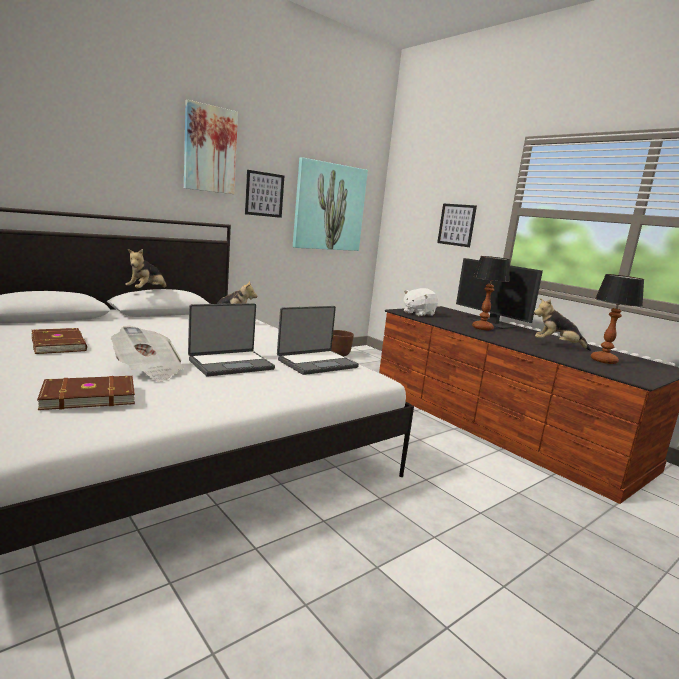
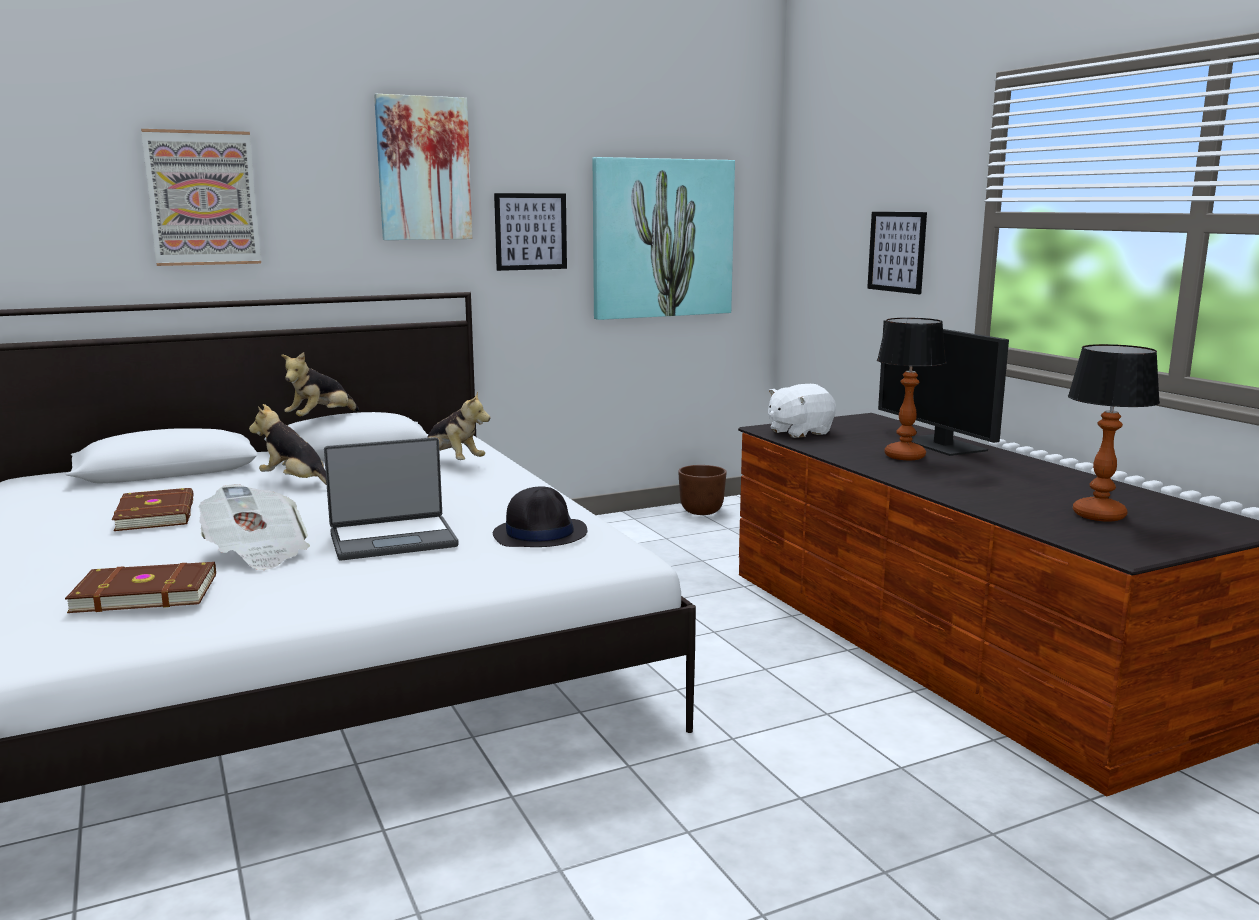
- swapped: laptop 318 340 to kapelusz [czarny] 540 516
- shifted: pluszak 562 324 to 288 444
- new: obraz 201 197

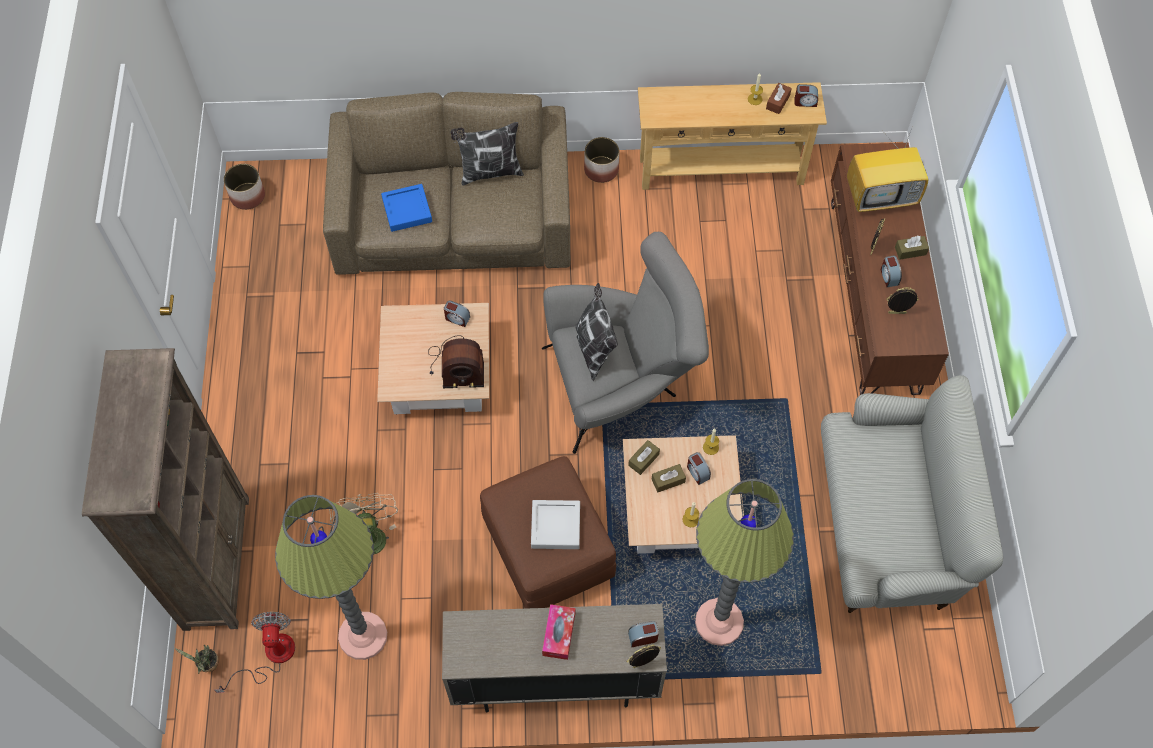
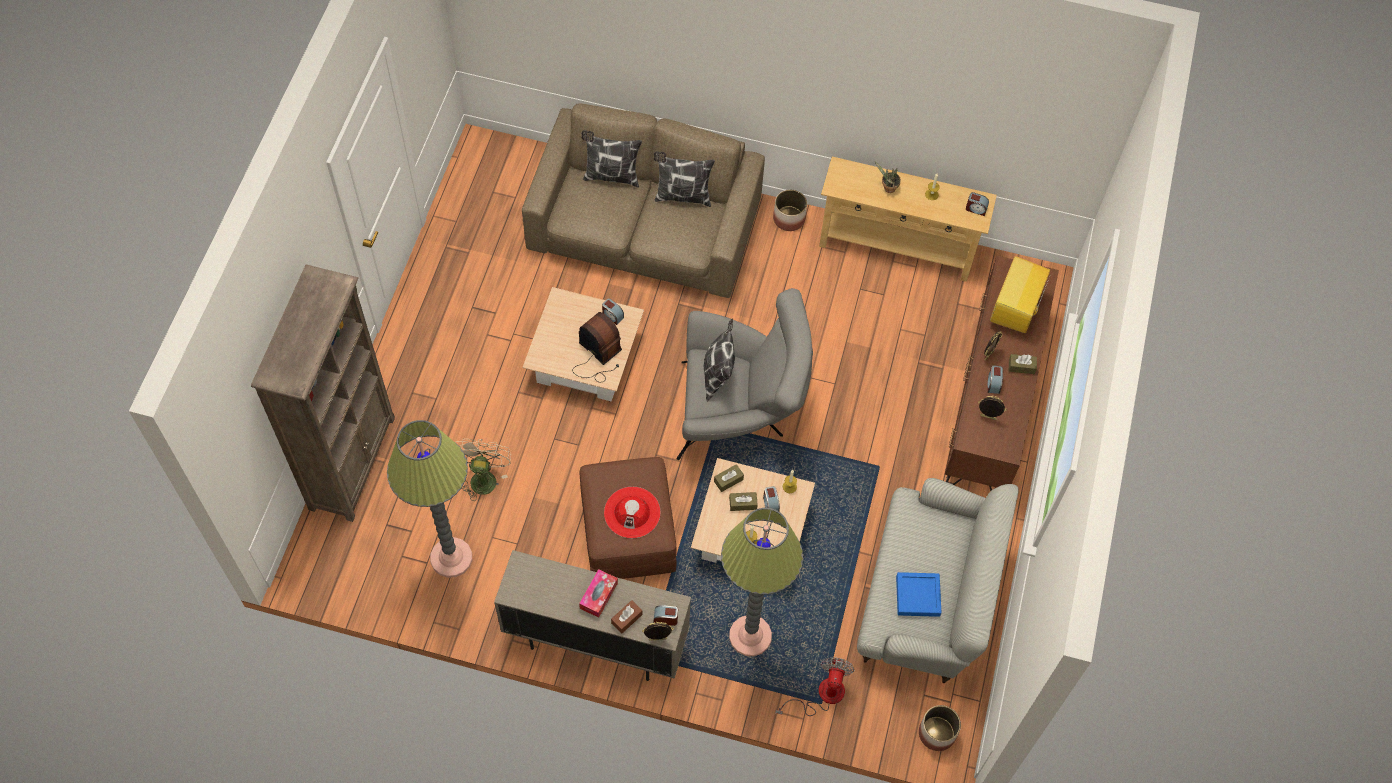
- shifted: roślina doniczkowa 196 659 to 887 176
- shifted: wentylator 254 652 to 814 686
- shifted: donica 244 187 to 940 728
- shifted: taca [niebieski] 406 208 to 919 594
- rotated: radio 456 361 = 597 347 150 degrees counterclockwise
- swapped: taca [szary] 555 524 to kapelusz [czerwony] 632 512
- shifted: pudełko chusteczek [brązowy] 779 98 to 626 617
- rotated: telewizor 888 170 = 1020 294 105 degrees clockwise
- new: poduszka 611 158

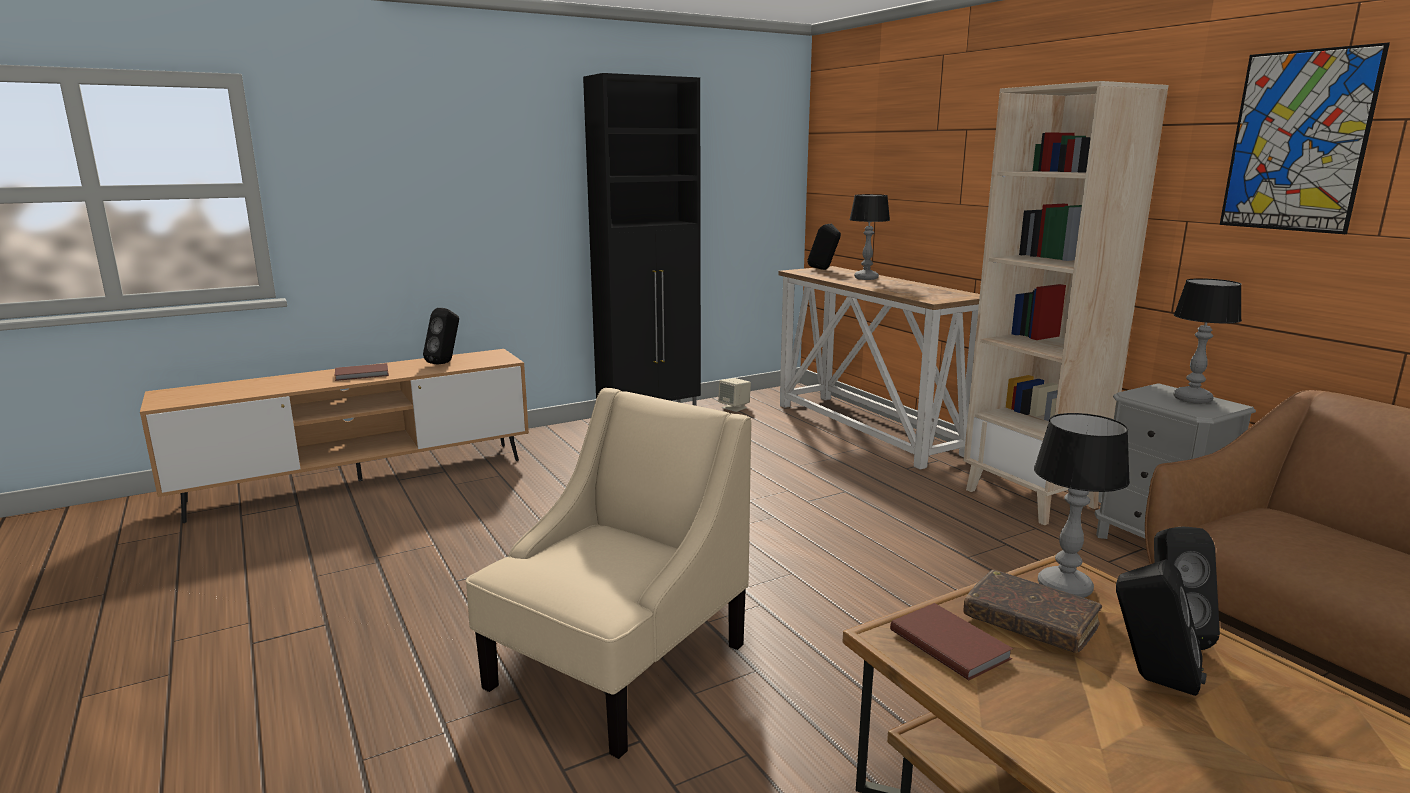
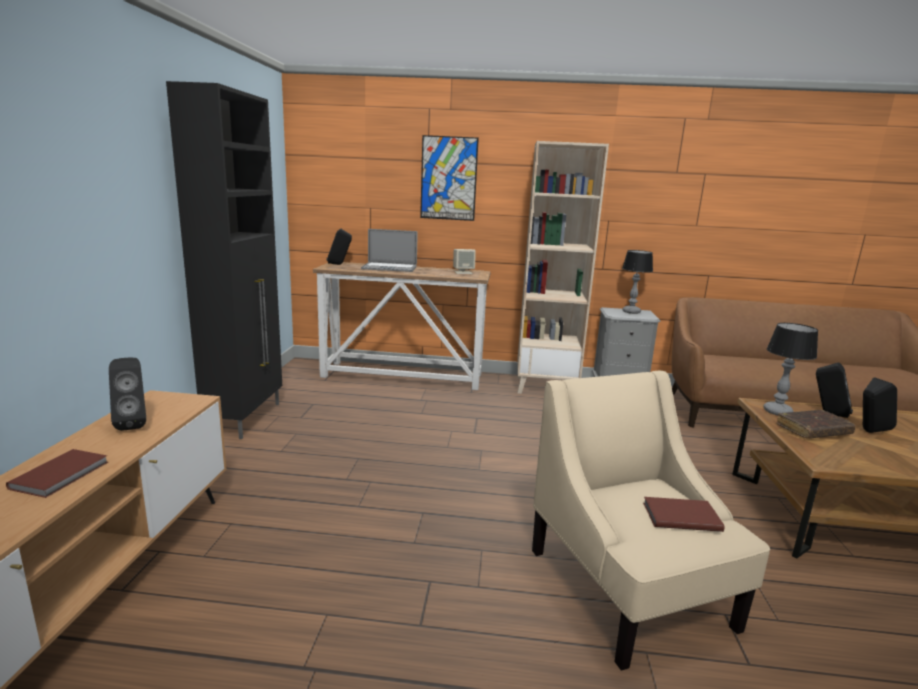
- shifted: głośnik [beżowy] 734 395 to 464 261
- swapped: lampa stołowa 869 237 to laptop 389 250
- shifted: książka [brązowy] 951 641 to 684 514
- shifted: obraz 1305 138 to 449 178

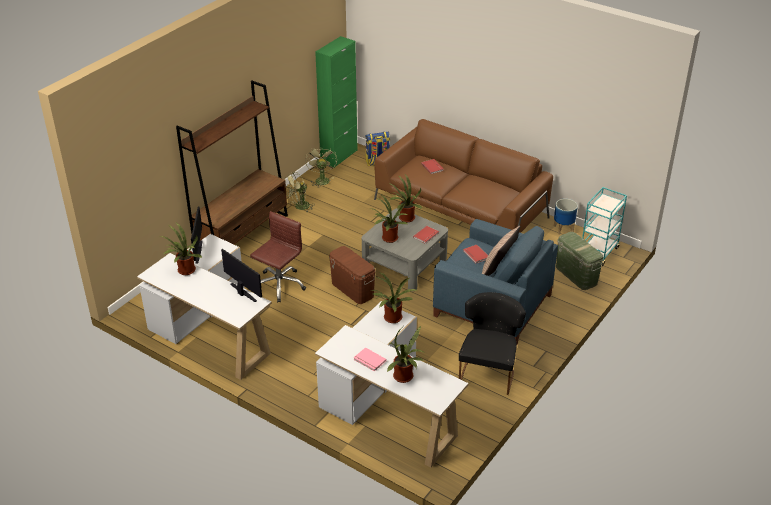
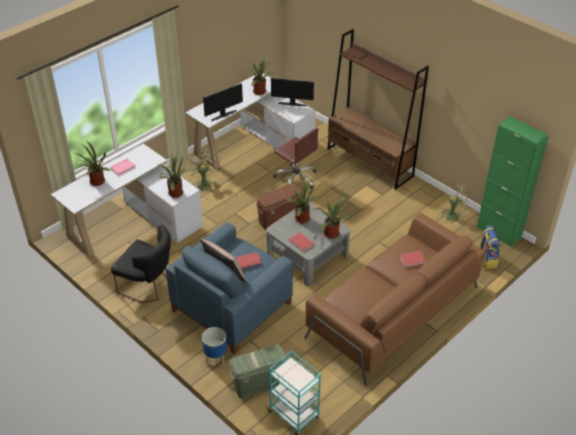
- shifted: wentylator [zielony] 299 192 to 201 172
- shifted: donica 566 217 to 214 346

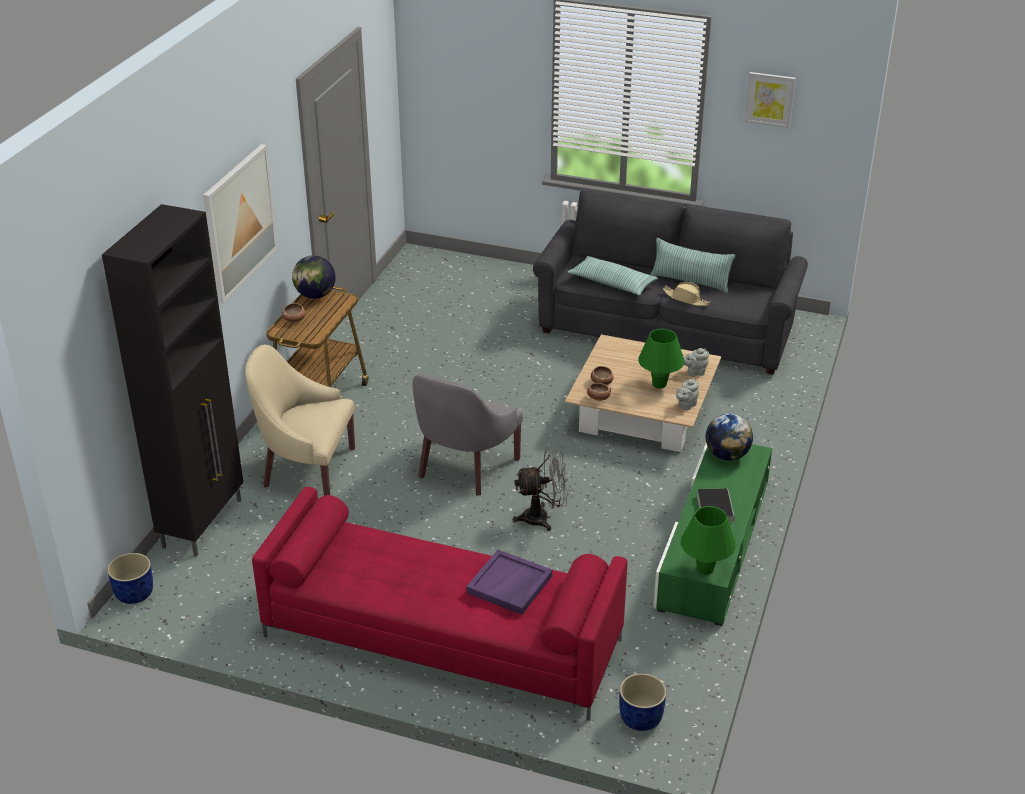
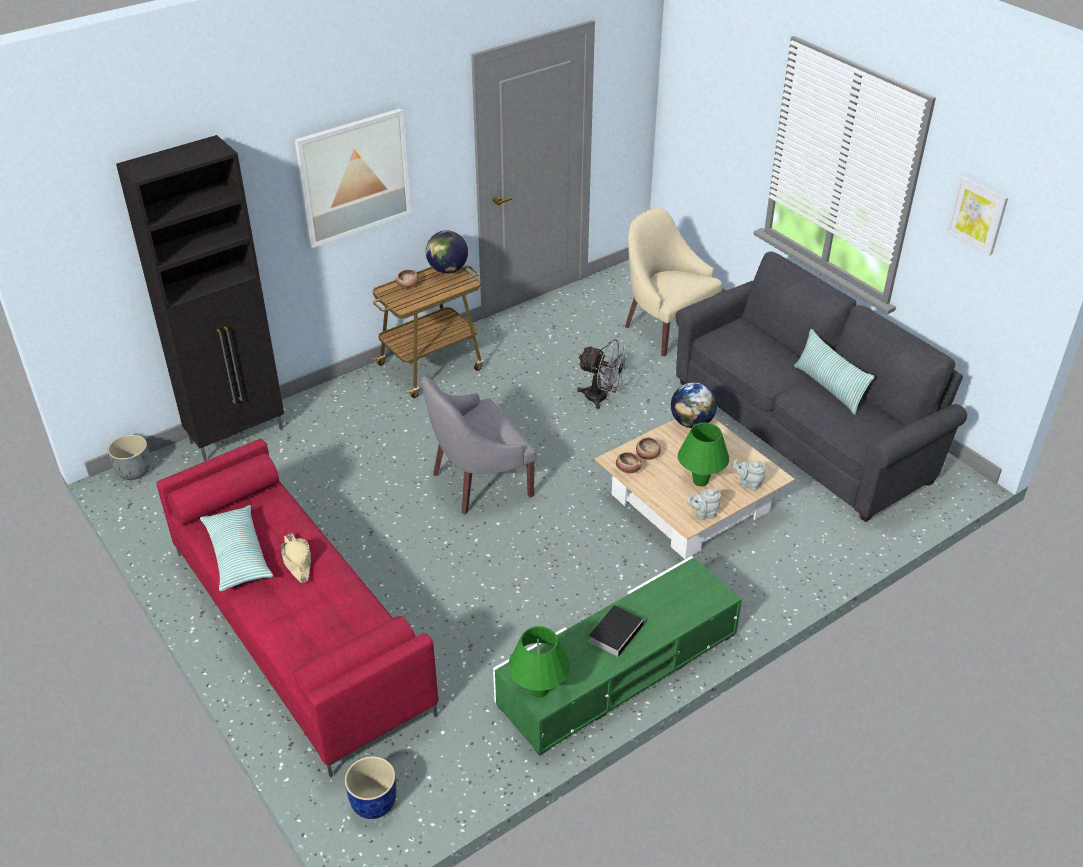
- repainted: donica [niebieski] 130 578 to donica [szary] 129 457
- shifted: fotel [beżowy] 300 420 to 673 282
- gone: taca [fioletowy] 509 582
- shifted: wentylator [szary] 540 490 to 603 374
- shifted: poduszka 613 275 to 236 548
- shifted: kapelusz [beżowy] 687 294 to 296 558
- shifted: globus 729 437 to 694 405

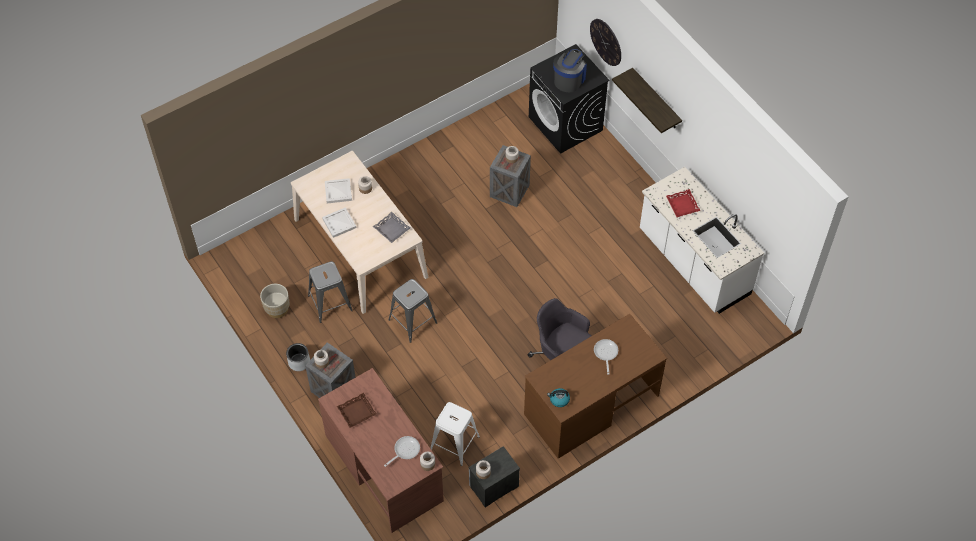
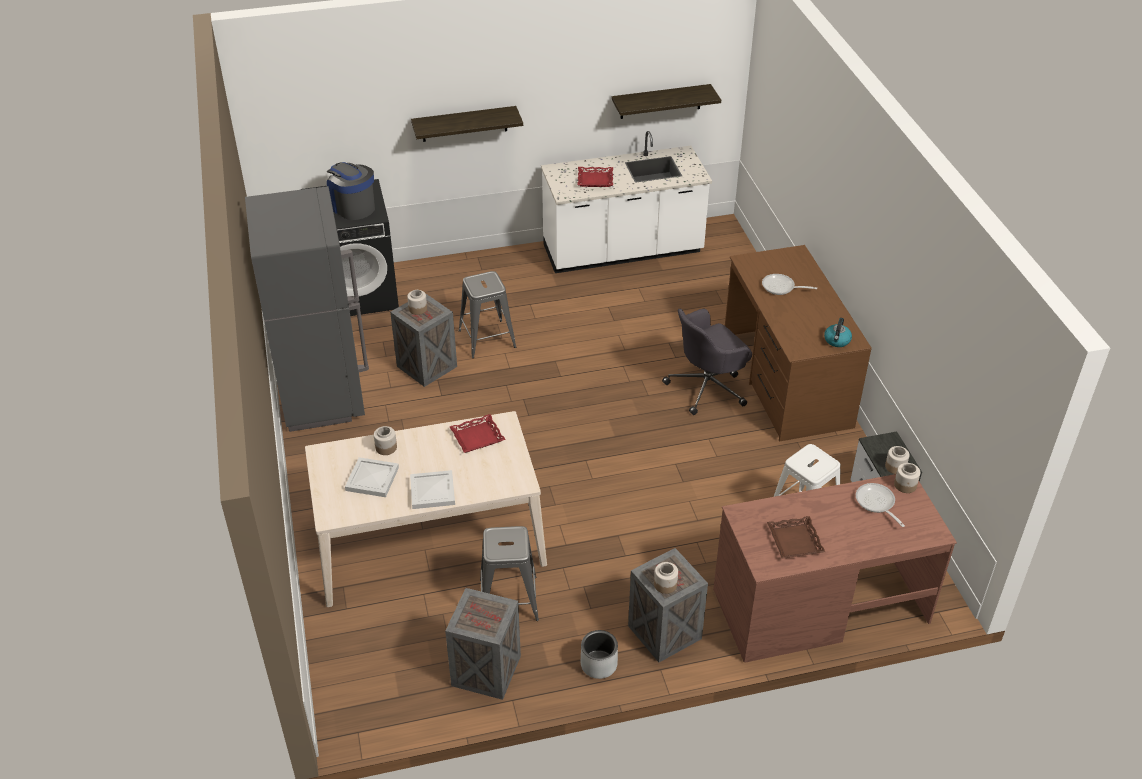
- swapped: donica [beżowy] 275 301 to skrzynka 483 644
- repainted: taca [szary] 391 227 to taca [czerwony] 478 433
- shifted: stołek [szary] 413 311 to 487 314
- gone: zegar ścienny 605 42
- new: lodówka [szary] 307 309
- new: półka 666 101

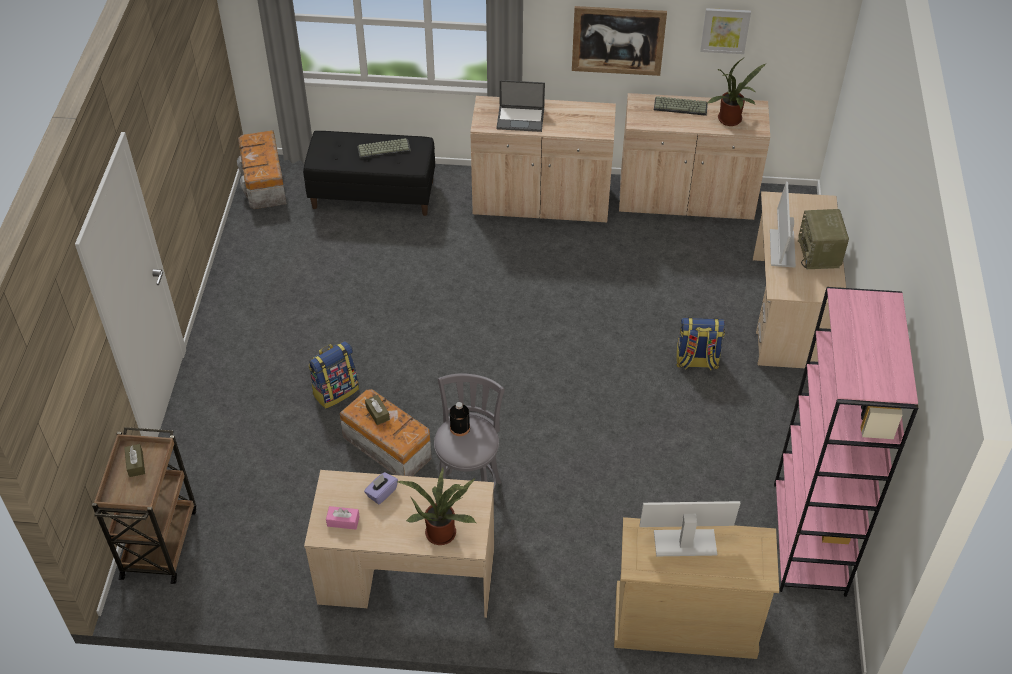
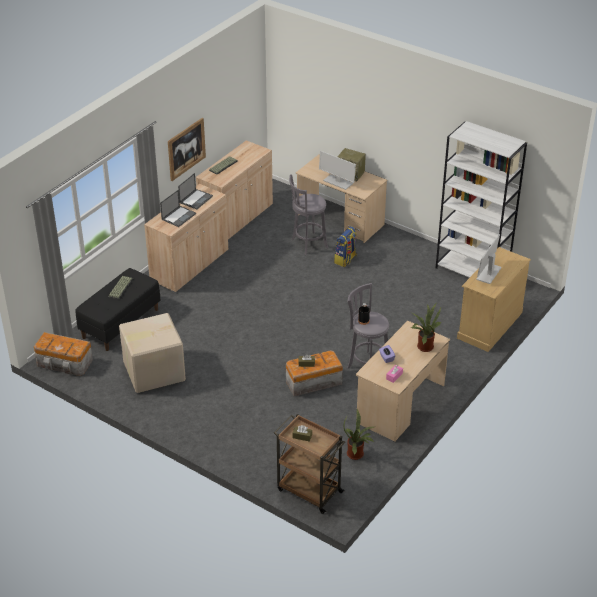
- gone: plecak 334 375
- gone: obraz 725 31
- shifted: roślina doniczkowa 736 91 to 359 434
- repainted: regał [różowy] 846 442 to regał [biały] 481 199
- new: karton 152 353
- new: laptop 195 191
- new: stołek [szary] 308 214

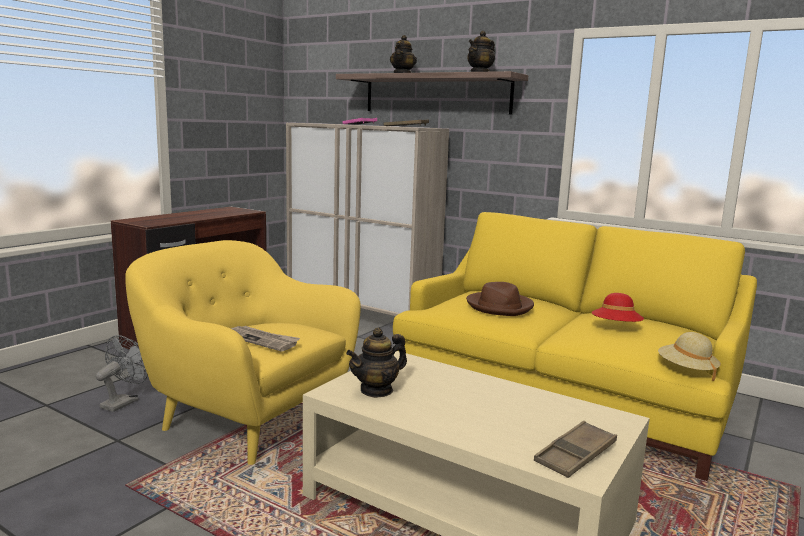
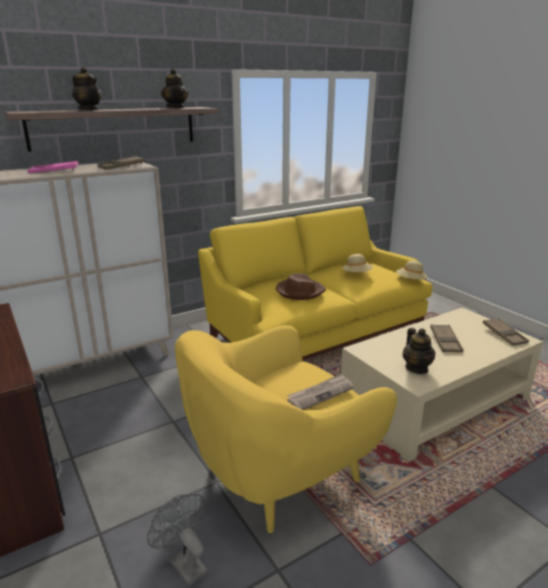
- repainted: kapelusz [czerwony] 618 307 to kapelusz [beżowy] 357 263
- new: taca [brązowy] 446 338

